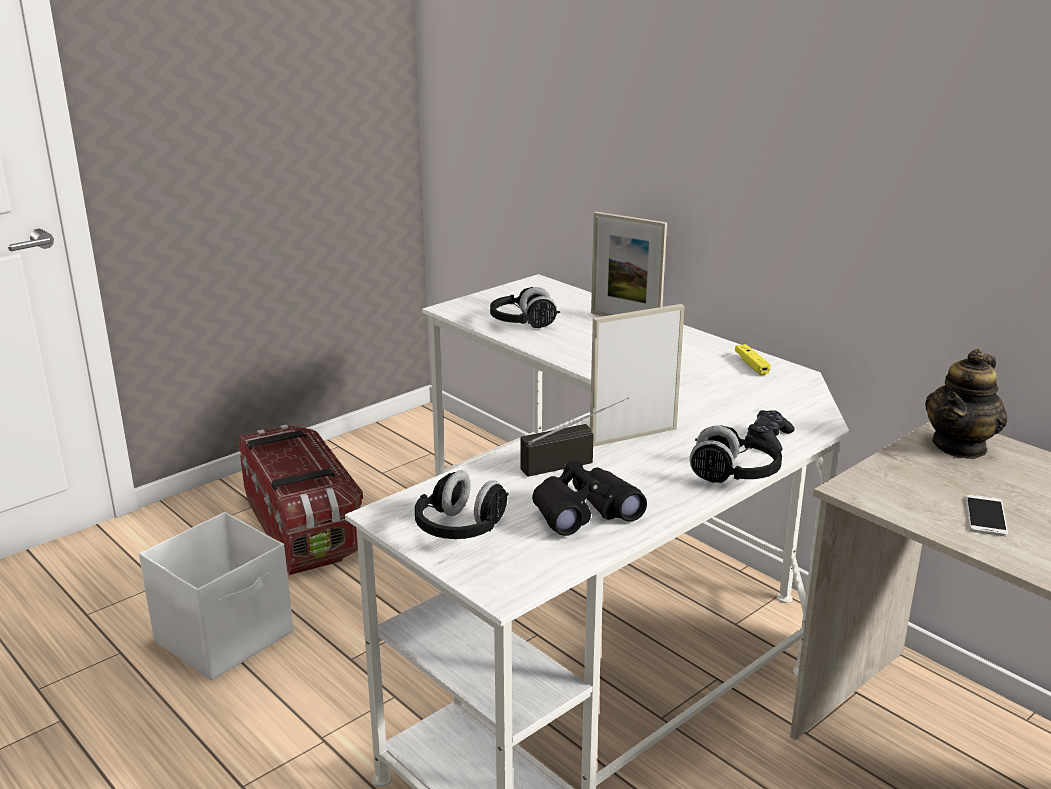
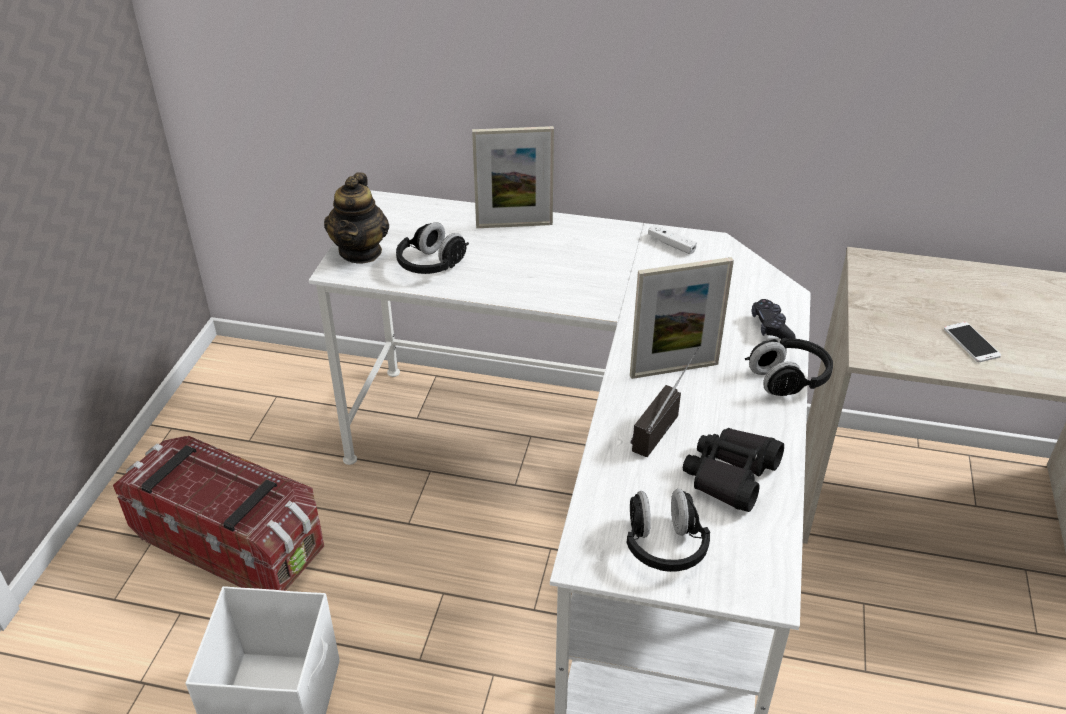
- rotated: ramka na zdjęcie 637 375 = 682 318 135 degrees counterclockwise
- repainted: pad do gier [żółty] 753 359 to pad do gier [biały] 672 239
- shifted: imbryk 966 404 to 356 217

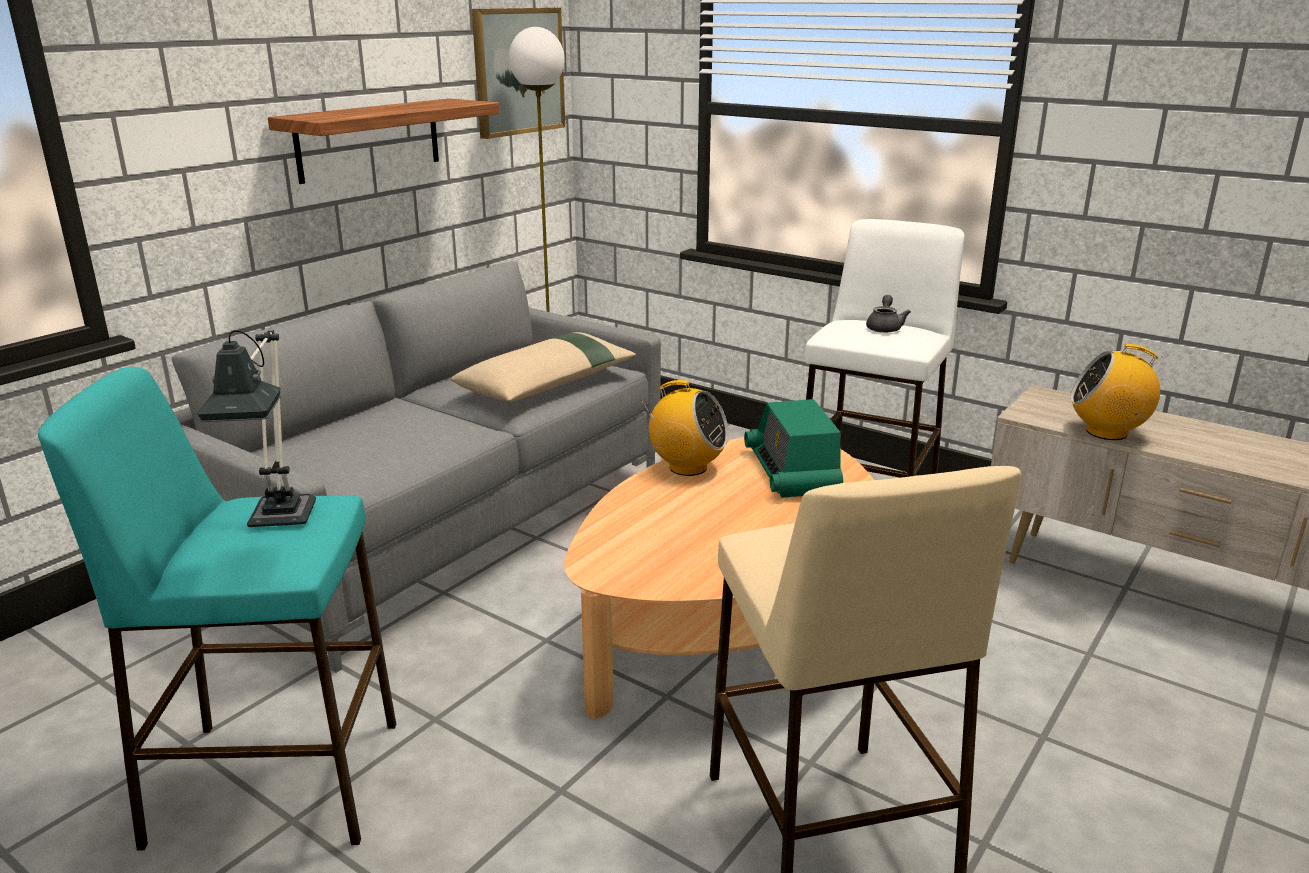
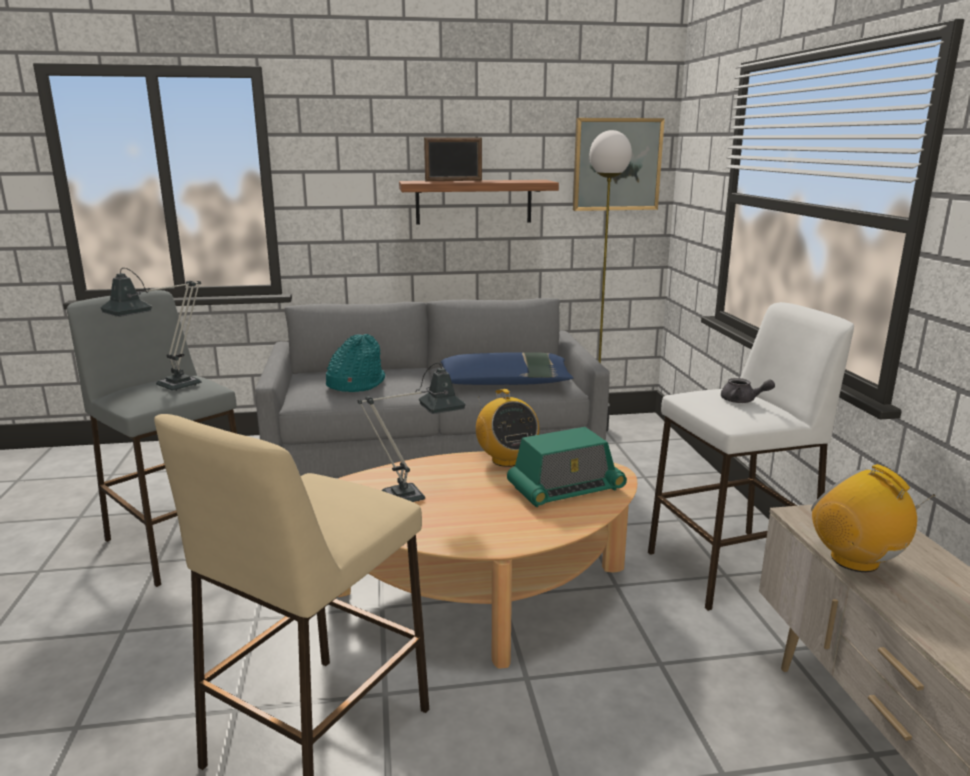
- repainted: stołek [turkusowy] 217 609 to stołek [szary] 152 438
- repainted: poduszka [beżowy] 543 367 to poduszka [niebieski] 507 368
- rotated: radio 793 448 = 567 467 150 degrees counterclockwise
- rotated: imbryk [szary] 888 314 = 748 390 60 degrees clockwise
- new: kapelusz [turkusowy] 355 363
- new: lampa stołowa 412 432
- new: ramka na zdjęcie 453 159

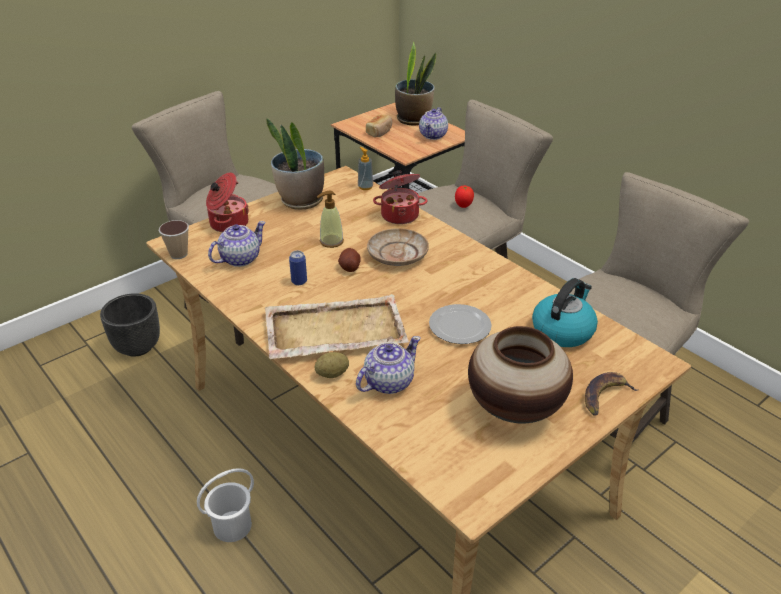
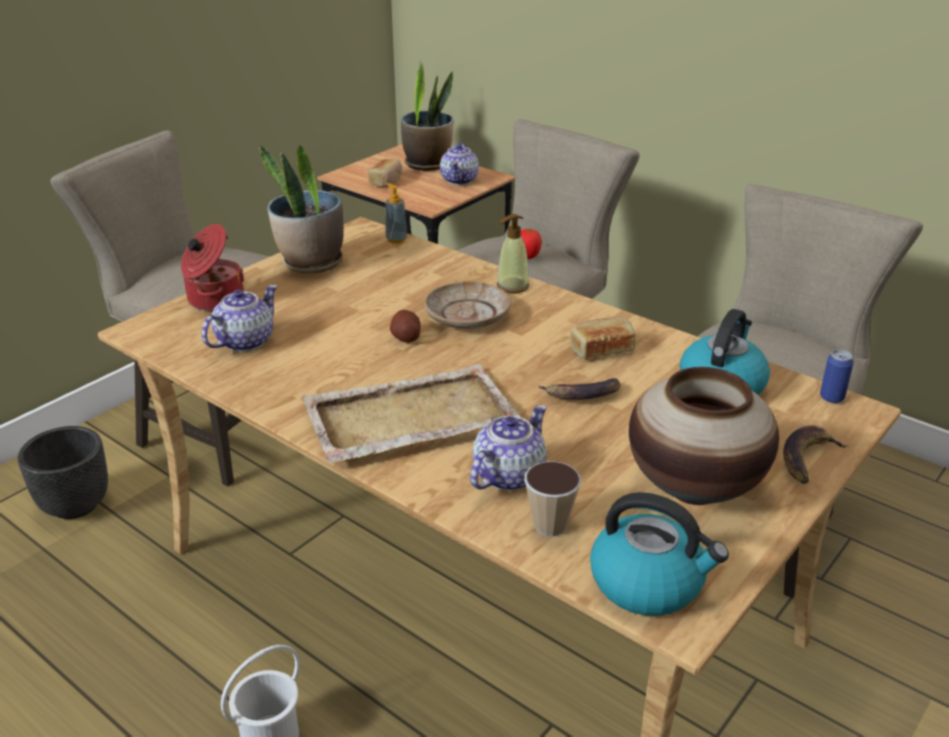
- shifted: filiżanka 173 239 to 552 498
- shifted: puszka 298 267 to 837 376
- gone: ziemniak 331 365
- shifted: dozownik mydła 330 219 to 513 253
- gone: garnek 400 197
- swapped: talerz 460 324 to banan 579 389
- new: chleb 603 338
- new: czajnik 659 554

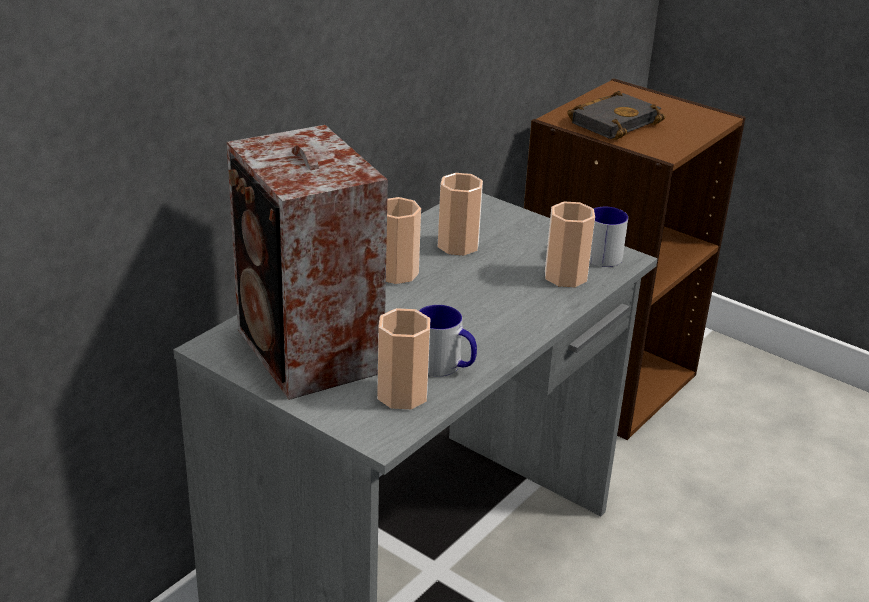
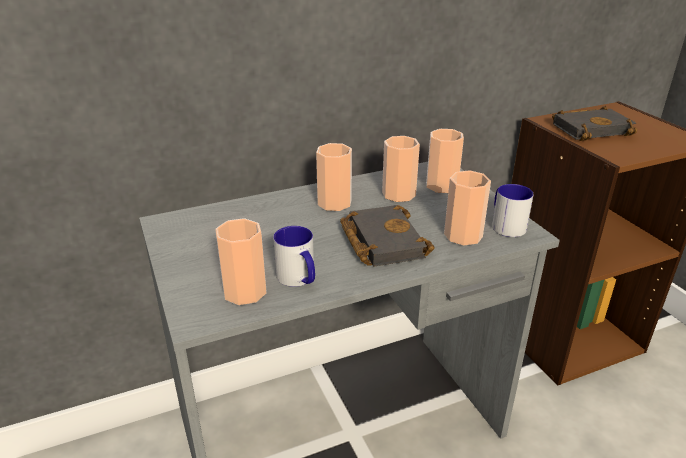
- gone: głośnik 307 262
- new: książka [czarny] 387 235
- new: filiżanka 445 161

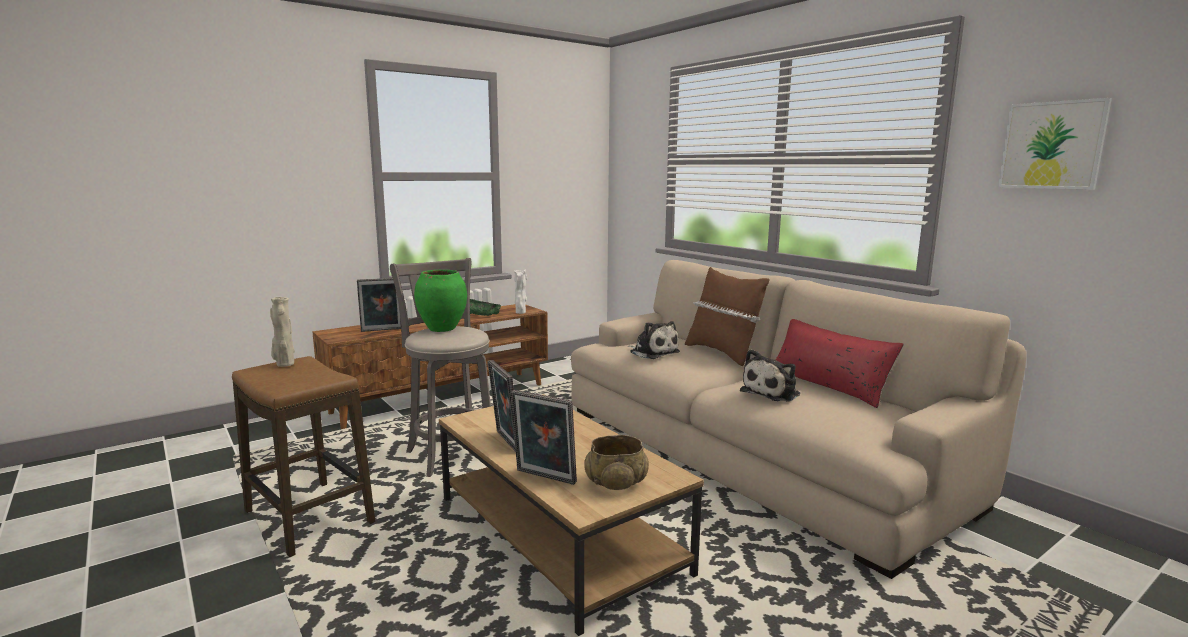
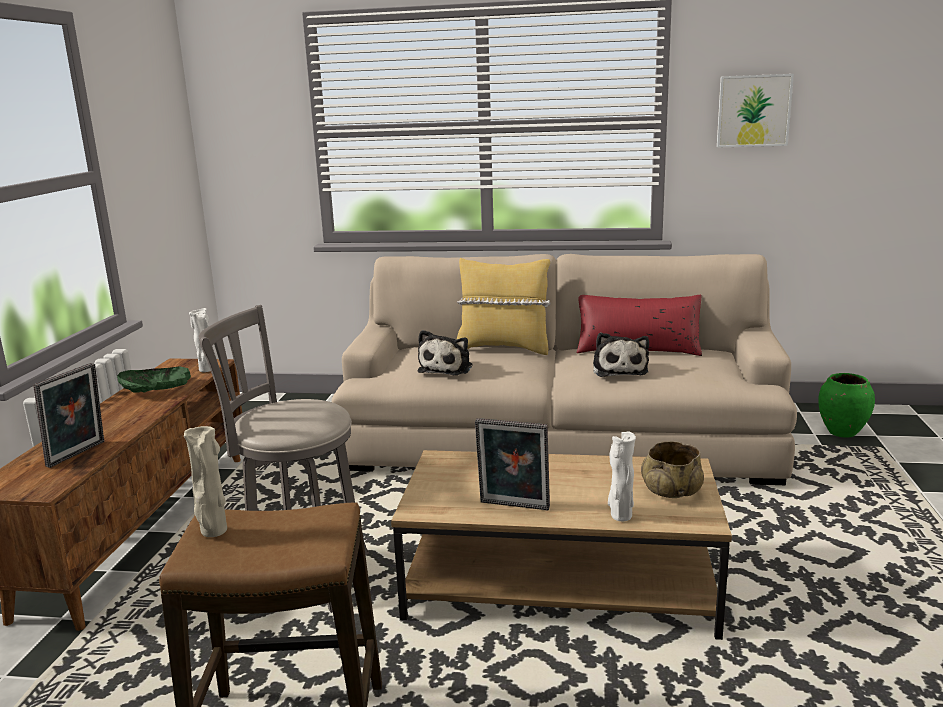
- shifted: wazon [zielony] 440 301 to 846 405
- swapped: ramka na zdjęcie 544 437 to wazon [biały] 622 476
- rotated: pluszak 654 340 = 445 352 105 degrees clockwise
- repainted: poduszka [brązowy] 727 316 to poduszka [żółty] 504 306

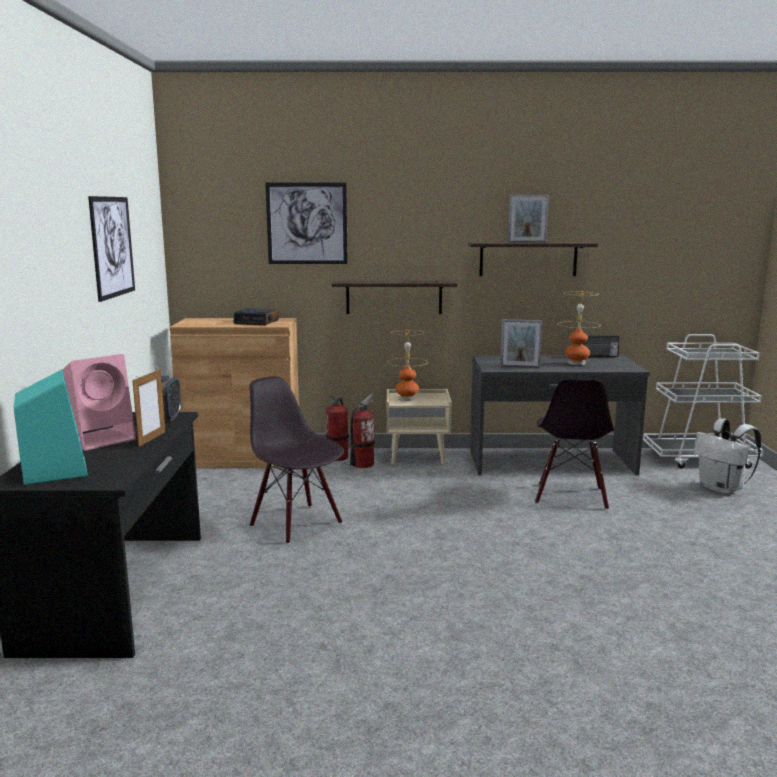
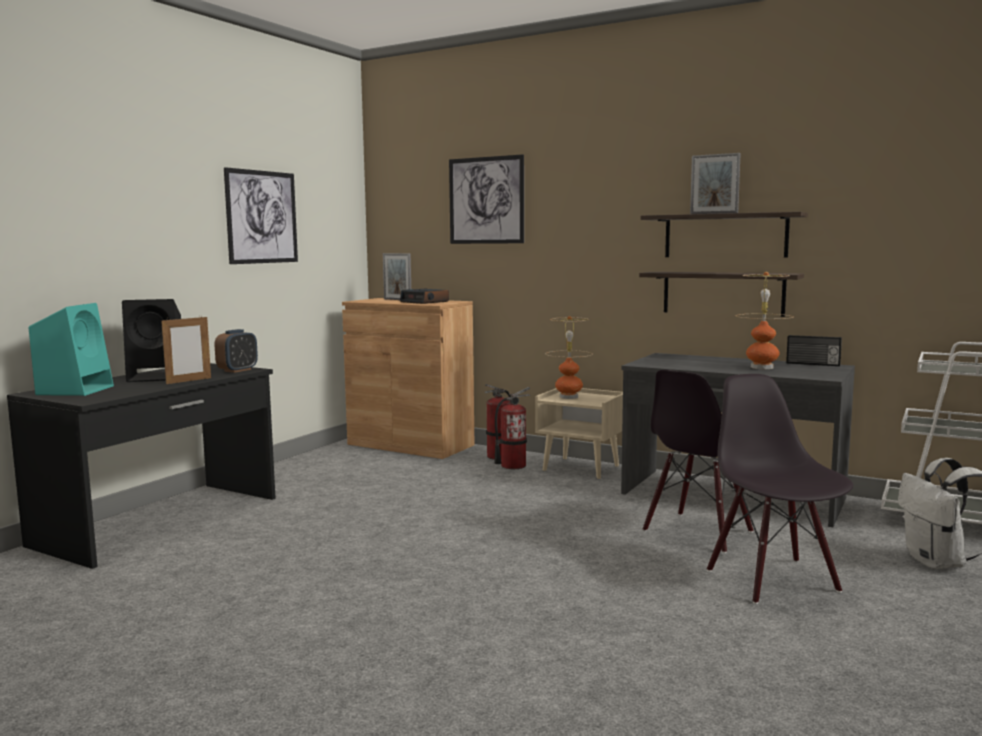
- repainted: głośnik [różowy] 99 402 to głośnik [czarny] 151 340
- shifted: krzesło [czarny] 296 460 to 780 489
- shifted: półka 394 297 to 721 294
- shifted: ramka na zdjęcie 521 343 to 397 276

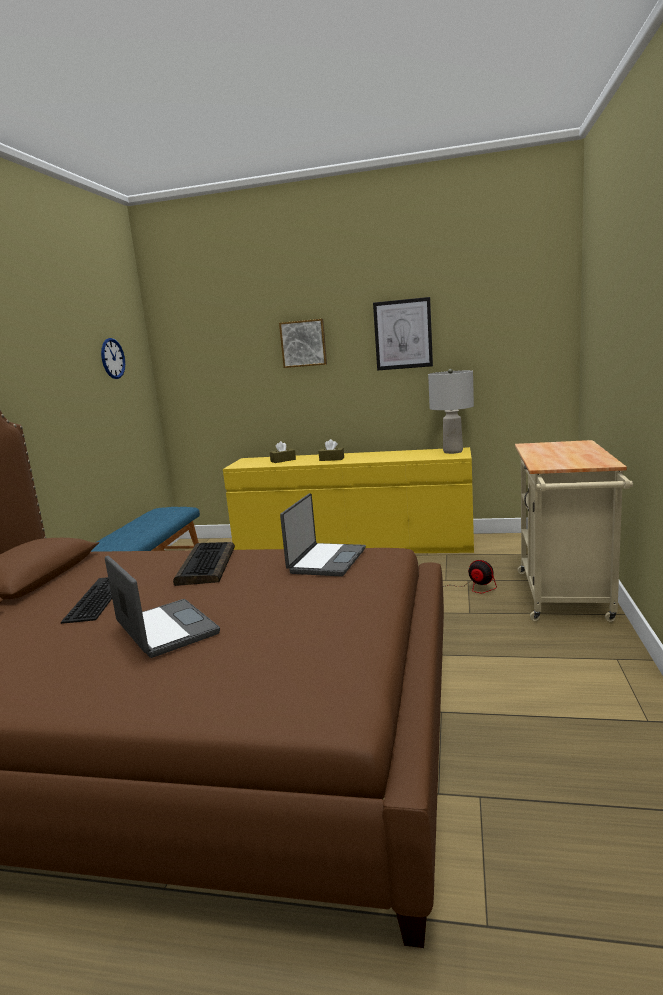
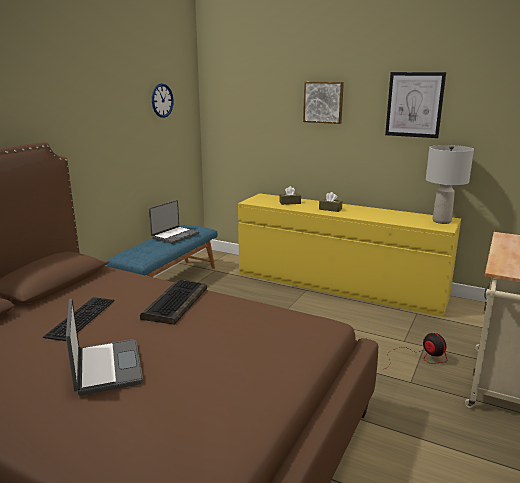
- shifted: laptop 323 534 to 174 222

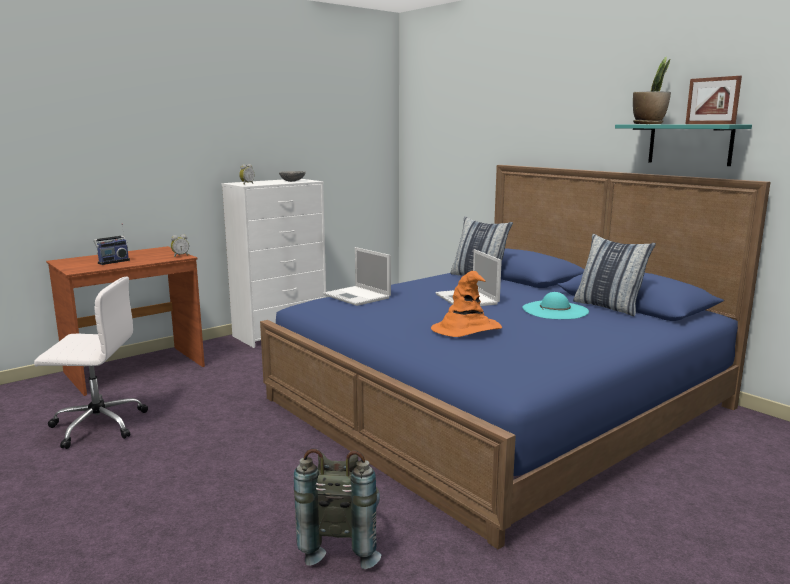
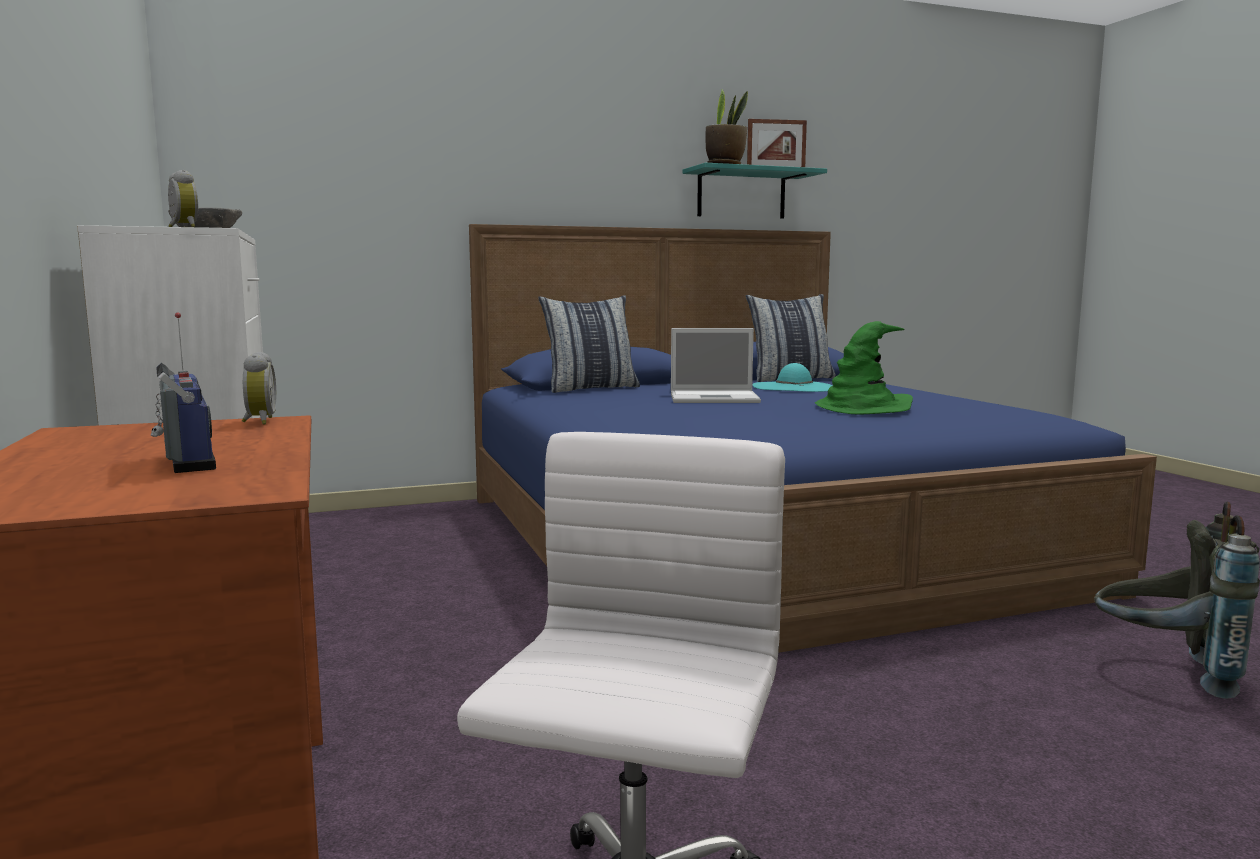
- gone: laptop 357 276
- repainted: kapelusz [pomarańczowy] 466 304 to kapelusz [zielony] 864 368

